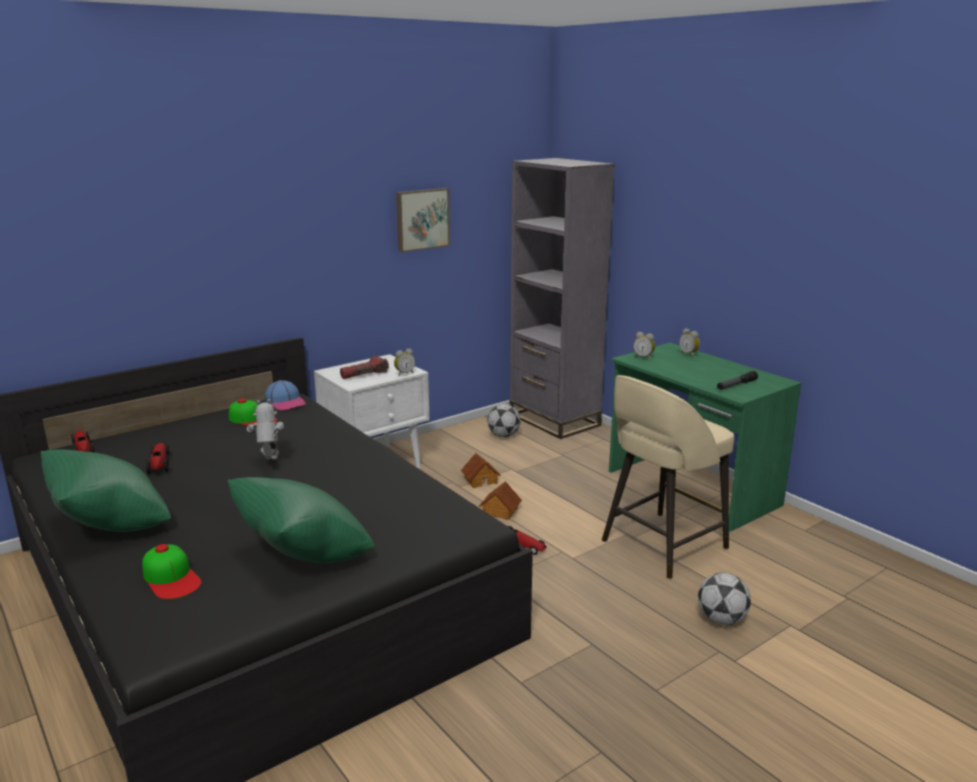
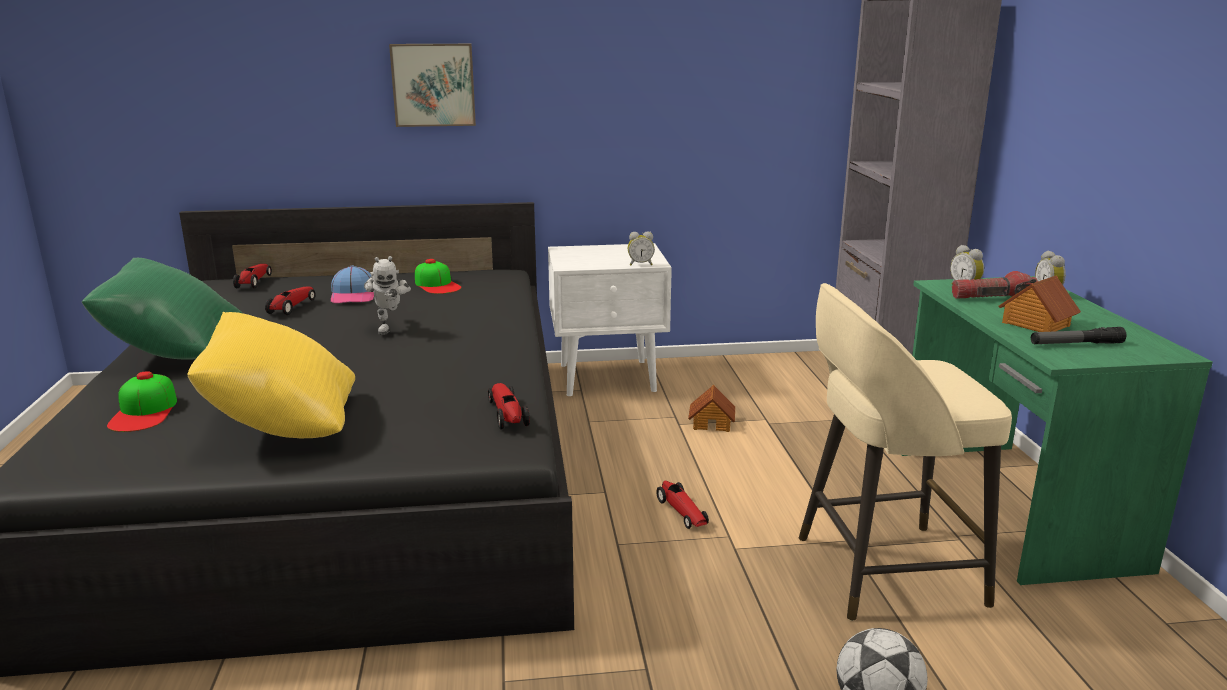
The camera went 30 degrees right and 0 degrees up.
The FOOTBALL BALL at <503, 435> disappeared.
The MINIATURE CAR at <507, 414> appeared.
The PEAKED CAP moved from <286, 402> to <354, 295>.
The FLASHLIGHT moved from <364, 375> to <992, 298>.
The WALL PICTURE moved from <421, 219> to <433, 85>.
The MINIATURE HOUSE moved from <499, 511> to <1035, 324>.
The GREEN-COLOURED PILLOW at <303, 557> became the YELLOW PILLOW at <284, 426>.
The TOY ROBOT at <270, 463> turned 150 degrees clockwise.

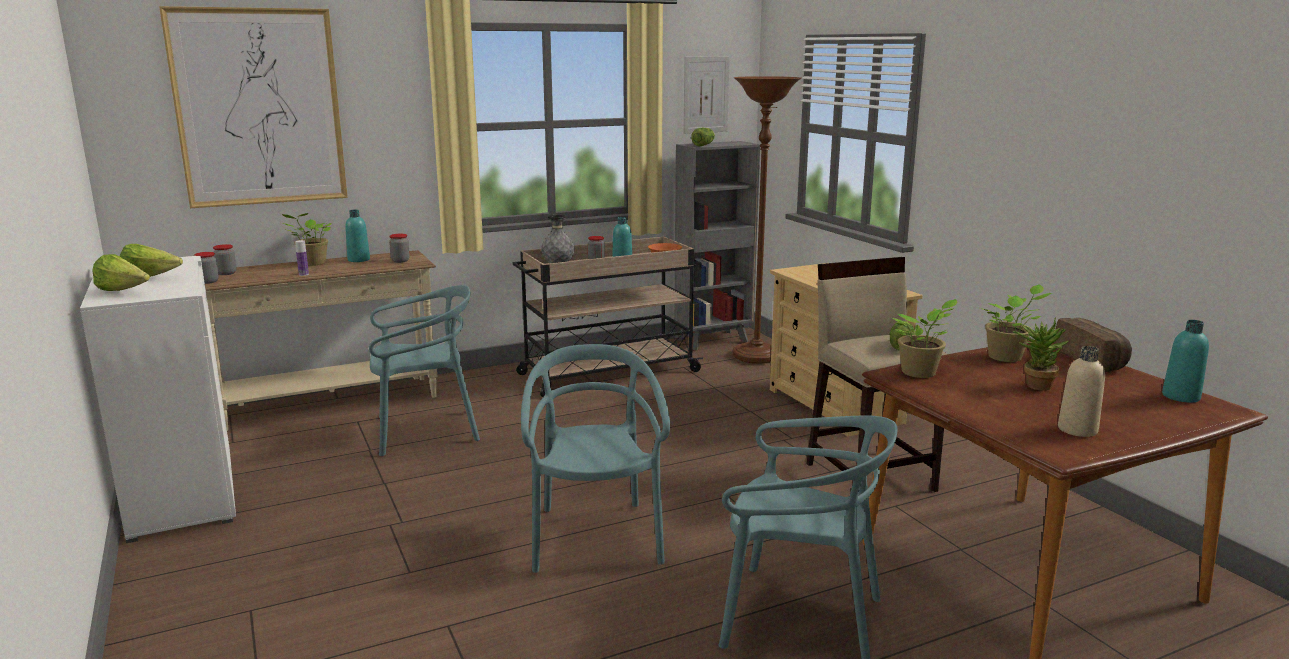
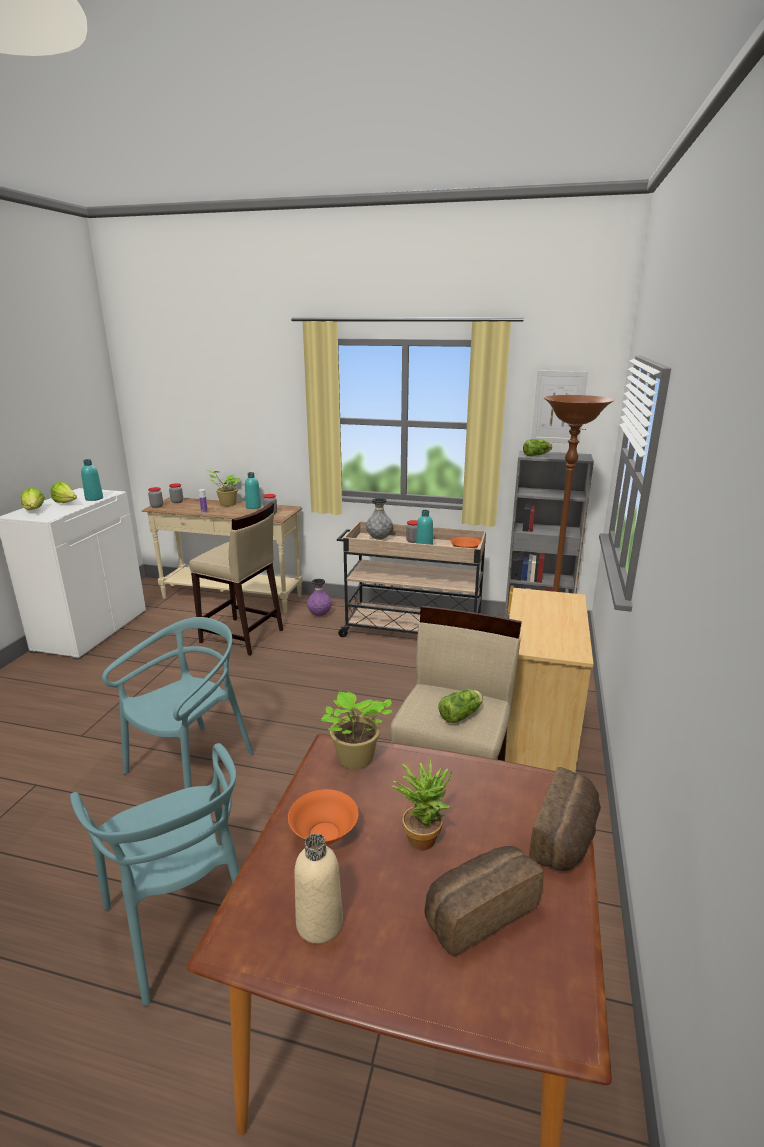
The camera went 40 degrees right and 5 degrees up.
The WALL PICTURE at <259, 108> disappeared.
The POTTED PLANT at <1007, 358> disappeared.
The ORANGE-COLOURED DEEP DISH at <325, 834> appeared.
The PURPLE-COLOURED DECORATIVE VASE at <320, 615> appeared.
The BAKERY BREAD at <478, 910> appeared.
The BLUE-GREEN BOTTLE moved from <1181, 396> to <94, 498>.
The BLUE-GREEN PLAIN CHAIR at <426, 431> was replaced by the BEIGE SITTING STOOL at <242, 636>.

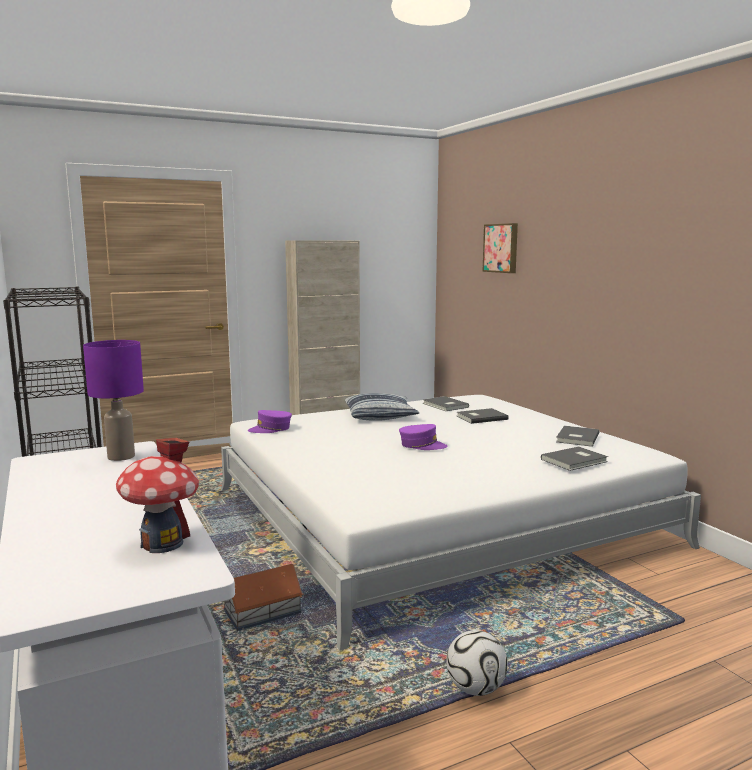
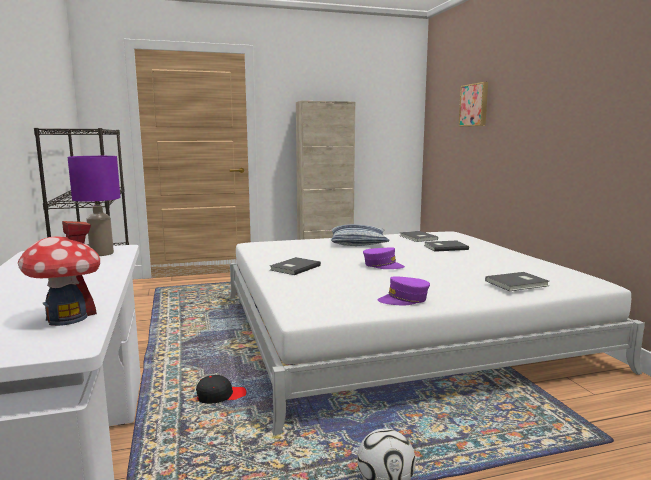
The camera went 10 degrees right and 0 degrees up.
The PURPLE-COLOURED PEAKED CAP moved from <270, 429> to <404, 300>.
The GRAY BOOK moved from <576, 438> to <294, 268>.
The MINIATURE HOUSE at <261, 612> was replaced by the BLACK PEAKED CAP at <221, 396>.

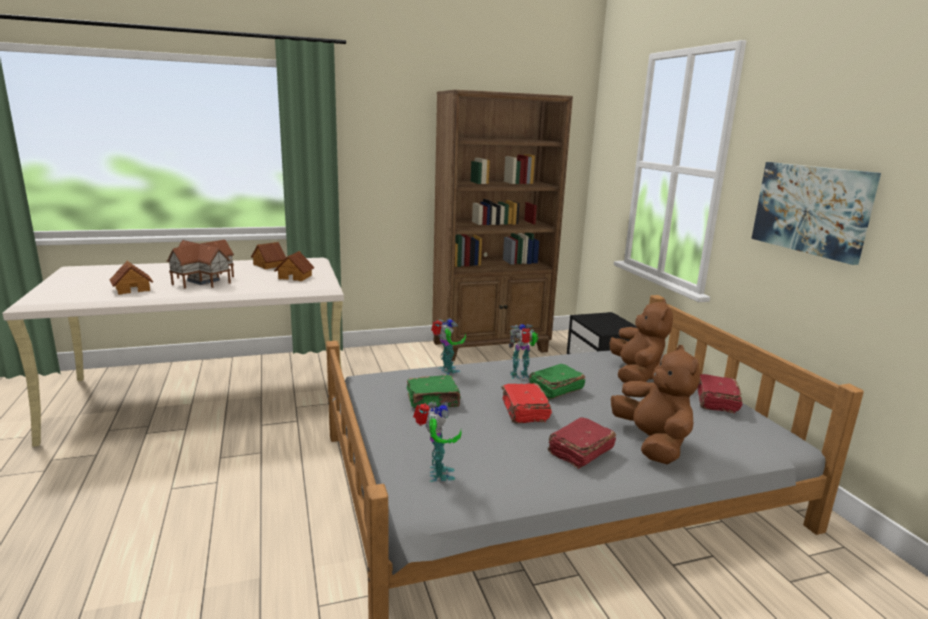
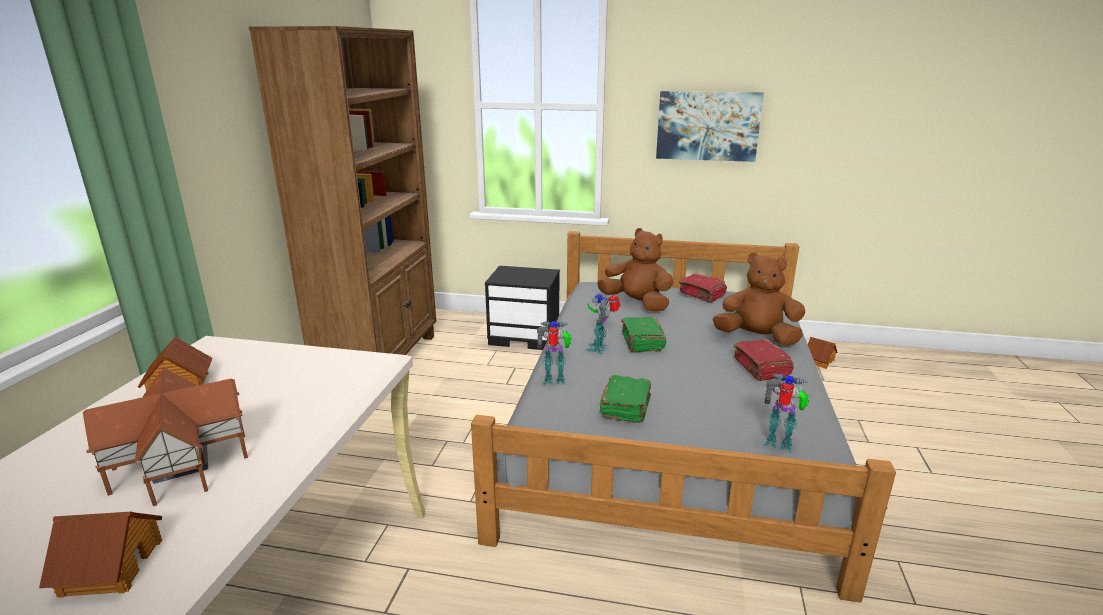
The camera went 60 degrees left and 5 degrees up.
The RED BOOK at <524, 412> disappeared.
The MINIATURE HOUSE moved from <295, 277> to <818, 361>.

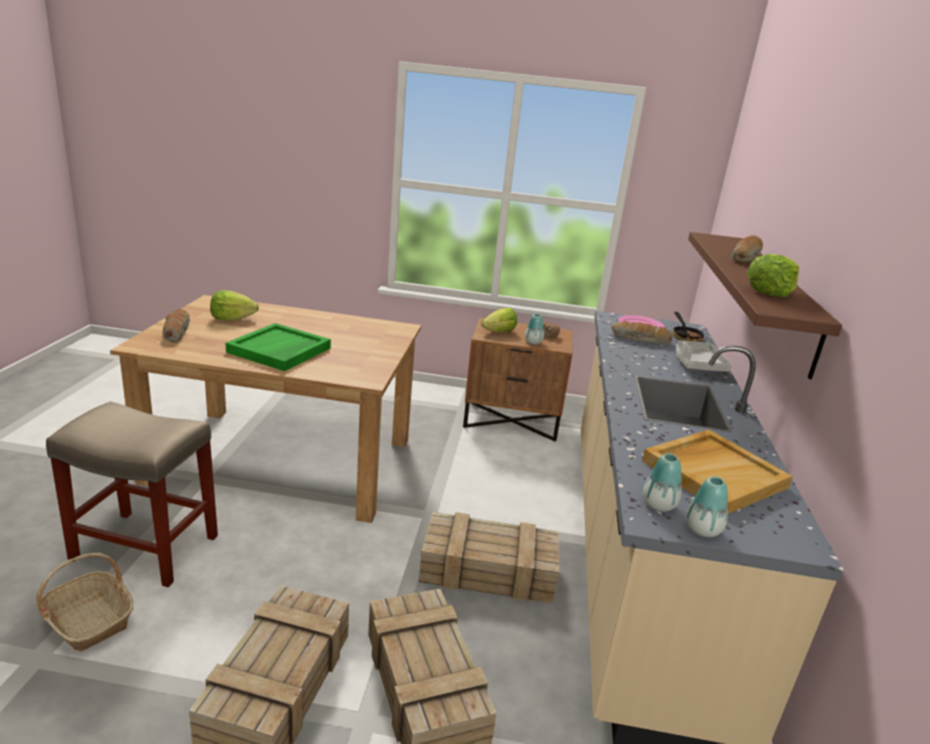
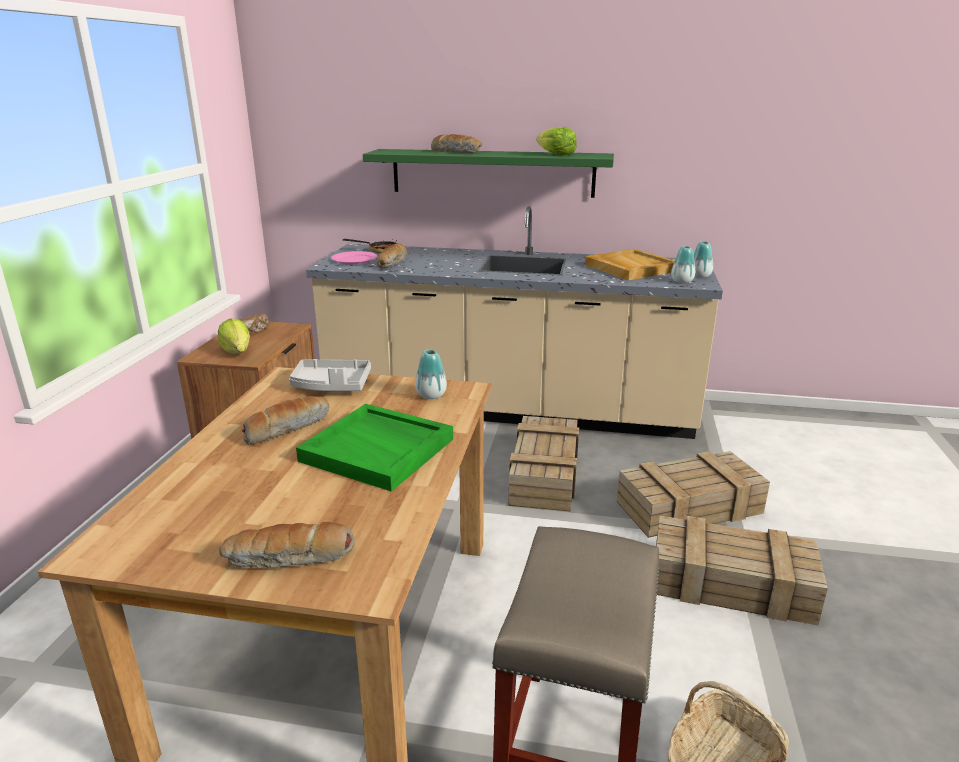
The camera went 85 degrees left and 0 degrees up.
The HEAD OF LETTUCE at <232, 318> disappeared.
The BAKERY BREAD at <287, 428> appeared.
The DECORATIVE VASE moved from <533, 342> to <431, 395>.
The GRAY SERVING TRAY moved from <697, 364> to <331, 386>.
The BROWNISH BRACKET SHELF at <775, 299> became the GREEN-COLOURED BRACKET SHELF at <492, 173>.

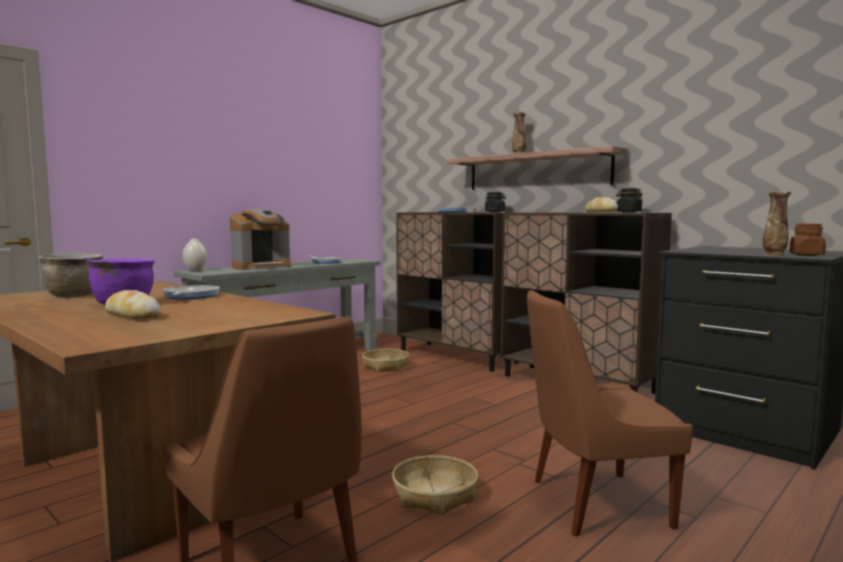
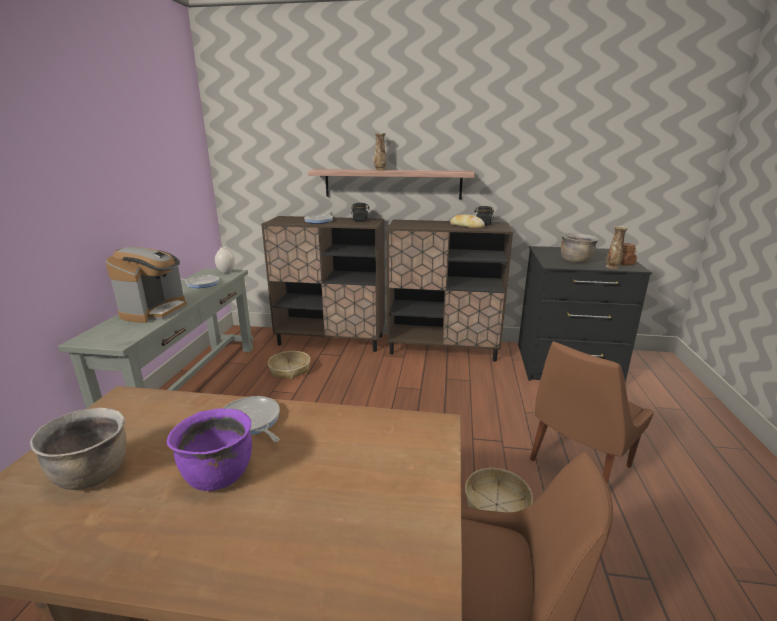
The camera went 35 degrees left and 15 degrees up.
The BAKERY BREAD at <132, 315> disappeared.
The BROWNISH STOCKPOT at <575, 261> appeared.
The WHITISH DECORATIVE VASE moved from <195, 270> to <226, 272>.

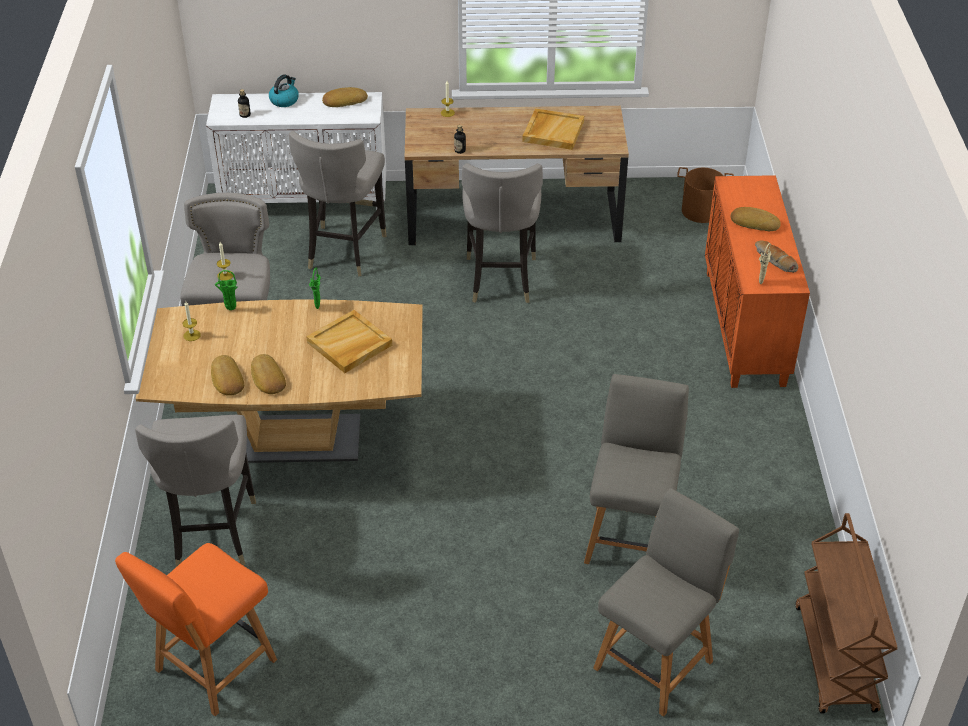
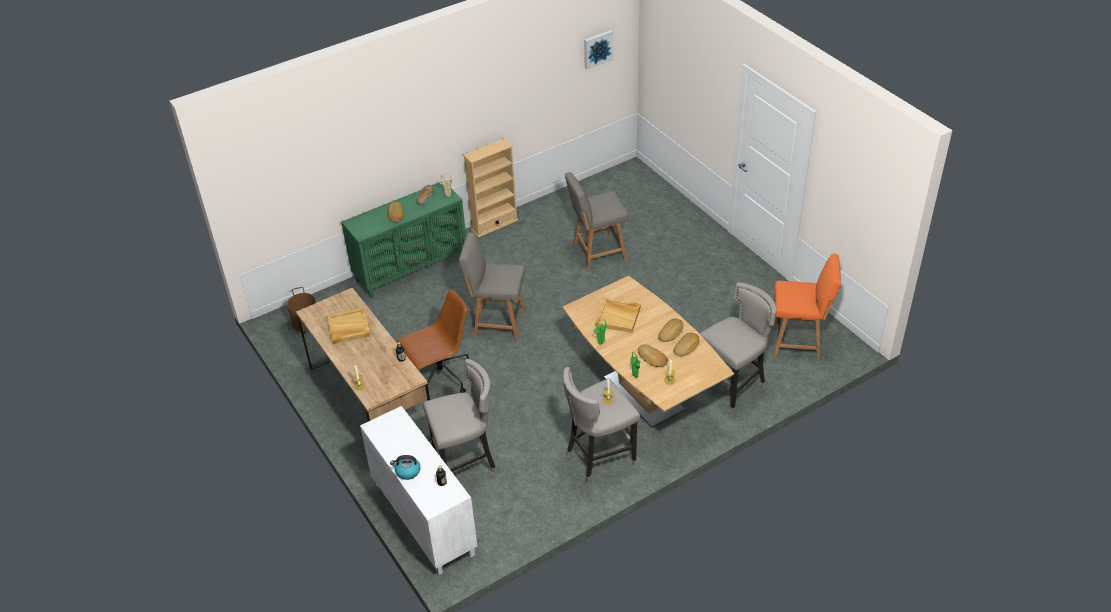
The camera went 120 degrees left and 0 degrees up.
The BROWNISH WHEELED CART at <835, 659> disappeared.
The BEIGE SHELVING UNIT at <494, 225> appeared.
The WALL PICTURE at <597, 49> appeared.
The BAKERY BREAD moved from <344, 100> to <652, 358>.
The GRAY PLAIN CHAIR moved from <656, 662> to <497, 322>.
The GRAY SITTING STOOL at <500, 280> was replaced by the BROWNISH DESK CHAIR at <440, 378>.
The ORANGE-COLOURED STORAGE CABINET at <745, 328> became the GREEN-COLOURED STORAGE CABINET at <411, 268>.

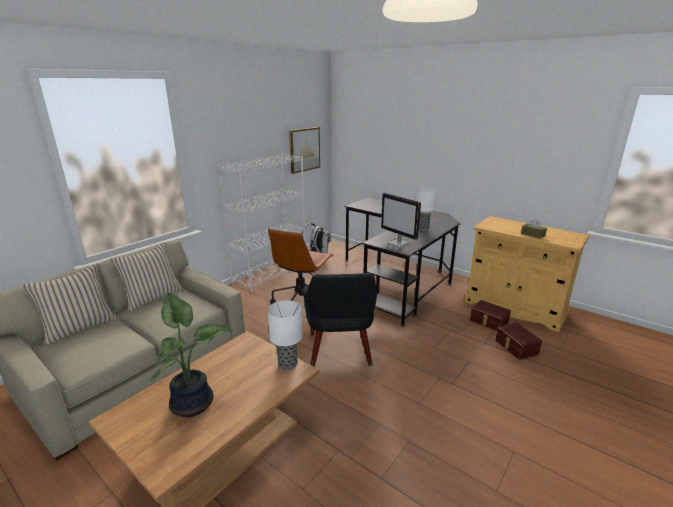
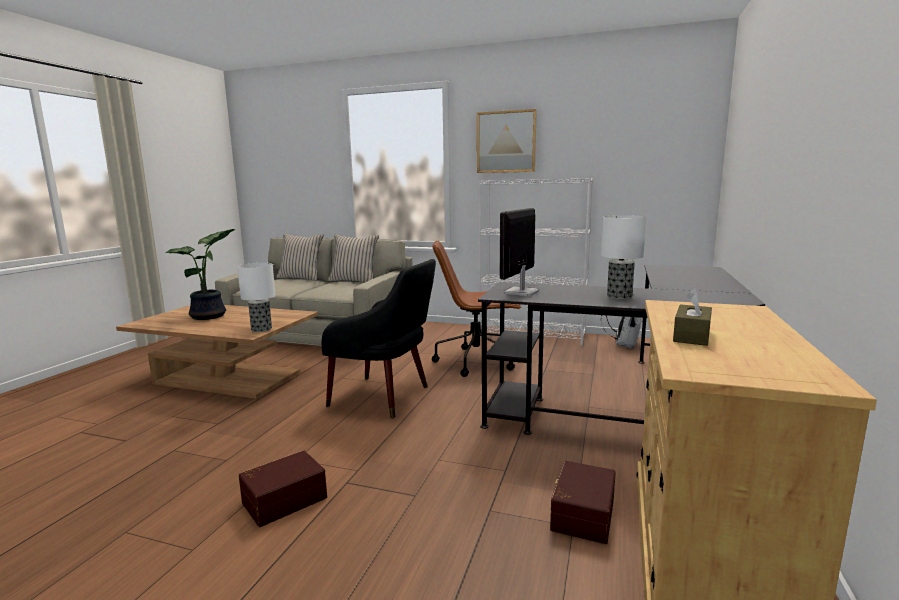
The camera went 70 degrees right and 10 degrees down.
The WALL PICTURE moved from <304, 149> to <506, 142>.
The BROWNISH STORAGE CONTAINER moved from <515, 347> to <283, 499>.
The BLACK ARMCHAIR at <339, 352> turned 135 degrees counterclockwise.

